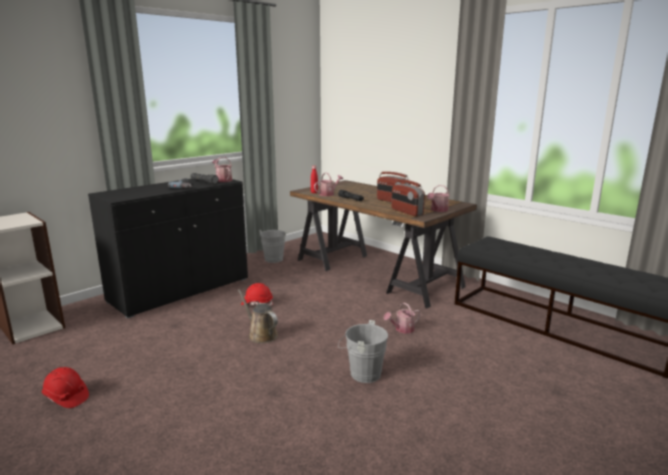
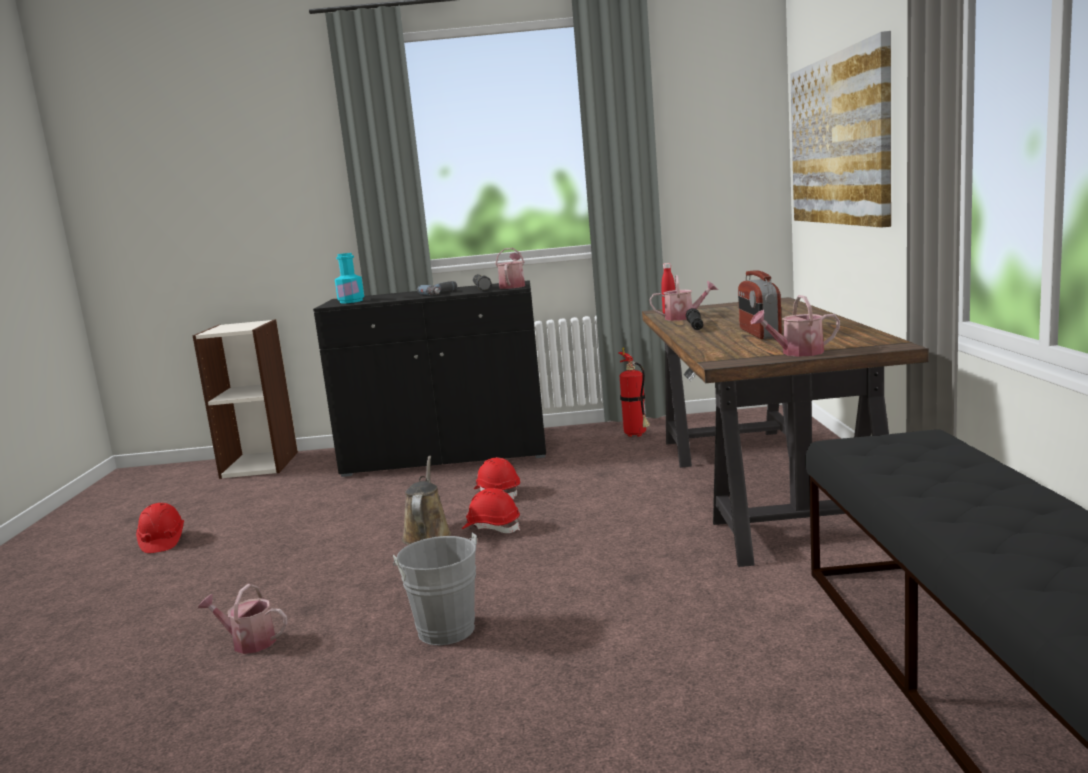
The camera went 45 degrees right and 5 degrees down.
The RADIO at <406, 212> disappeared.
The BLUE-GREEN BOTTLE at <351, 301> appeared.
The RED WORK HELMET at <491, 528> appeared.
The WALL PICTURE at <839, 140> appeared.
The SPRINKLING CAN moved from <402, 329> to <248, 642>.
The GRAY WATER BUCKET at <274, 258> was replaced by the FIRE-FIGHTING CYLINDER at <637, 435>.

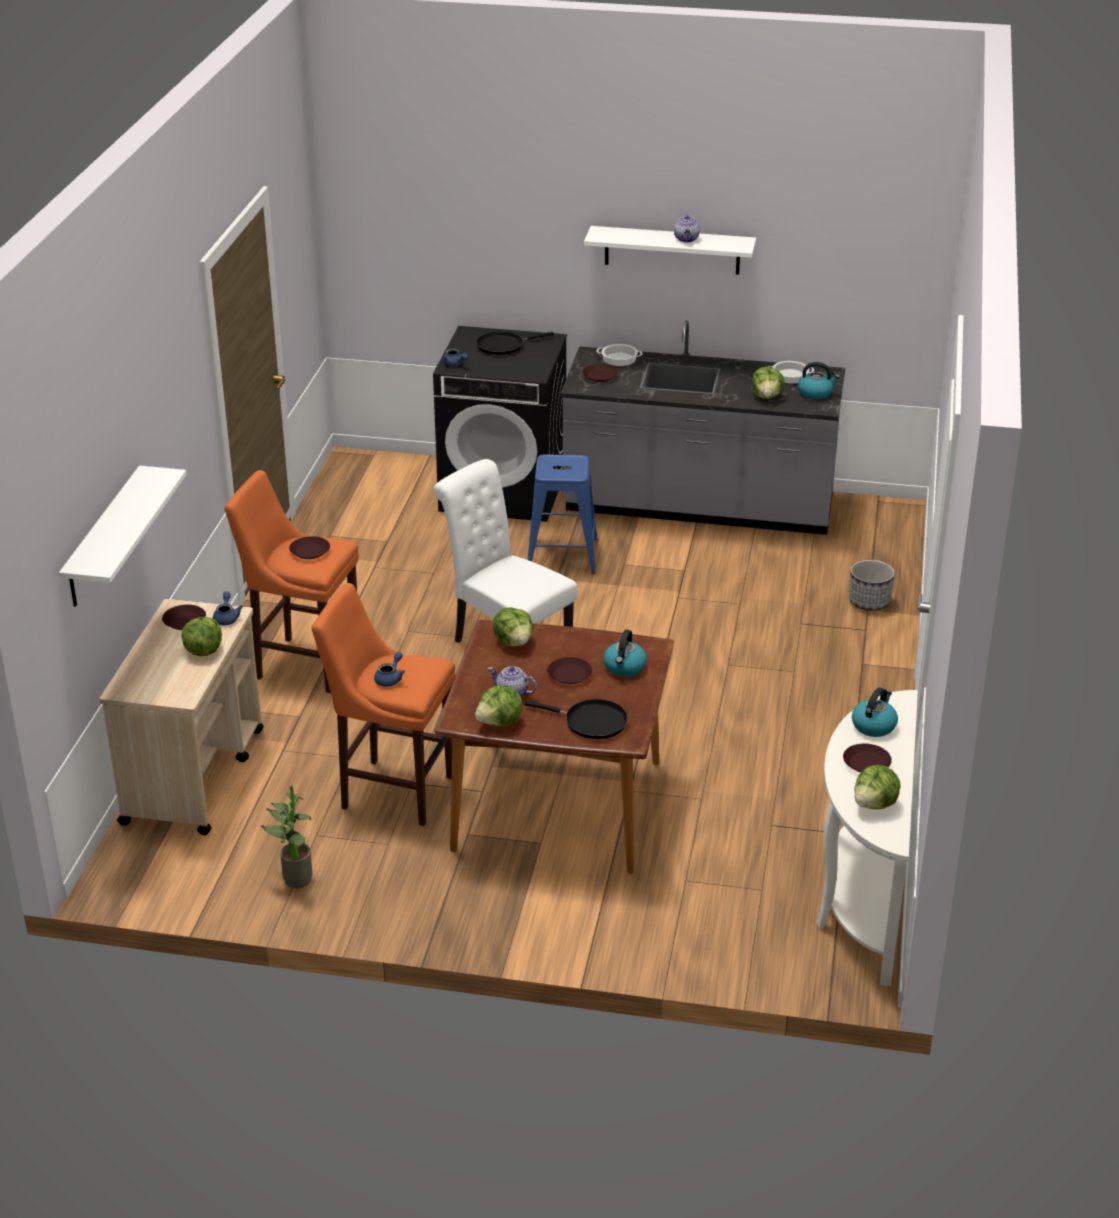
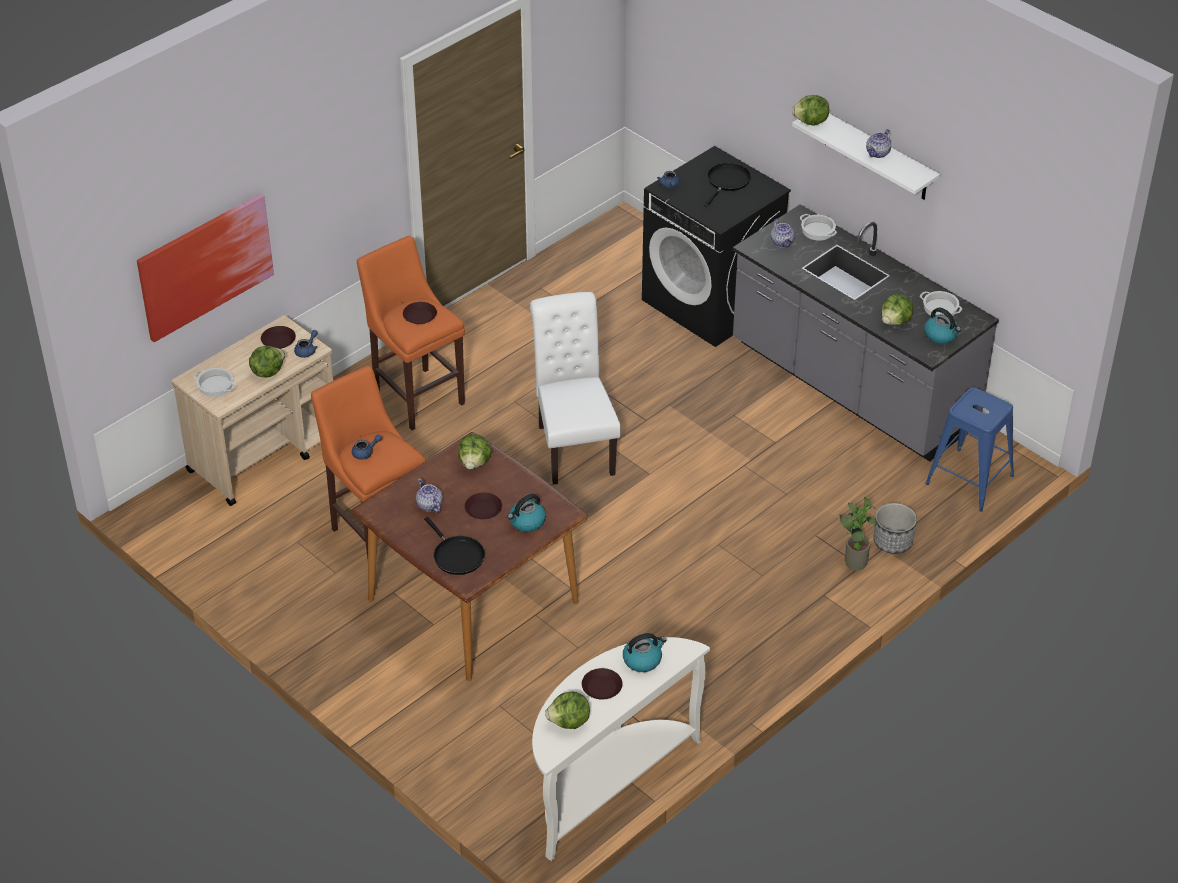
The camera went 35 degrees right and 10 degrees up.
The STOCKPOT at <215, 386> appeared.
The POTTED PLANT moved from <293, 879> to <853, 561>.
The HEAD OF LETTUCE moved from <500, 723> to <810, 122>.
The BLUISH SITTING STOOL moved from <562, 555> to <970, 479>.
The WHITISH BRACKET SHELF at <103, 538> was replaced by the WALL PICTURE at <205, 266>.
The BROWNISH PLATE at <599, 376> was replaced by the POT FOR TEA at <782, 242>.
The BLACK PAN at <503, 346> turned 105 degrees clockwise.

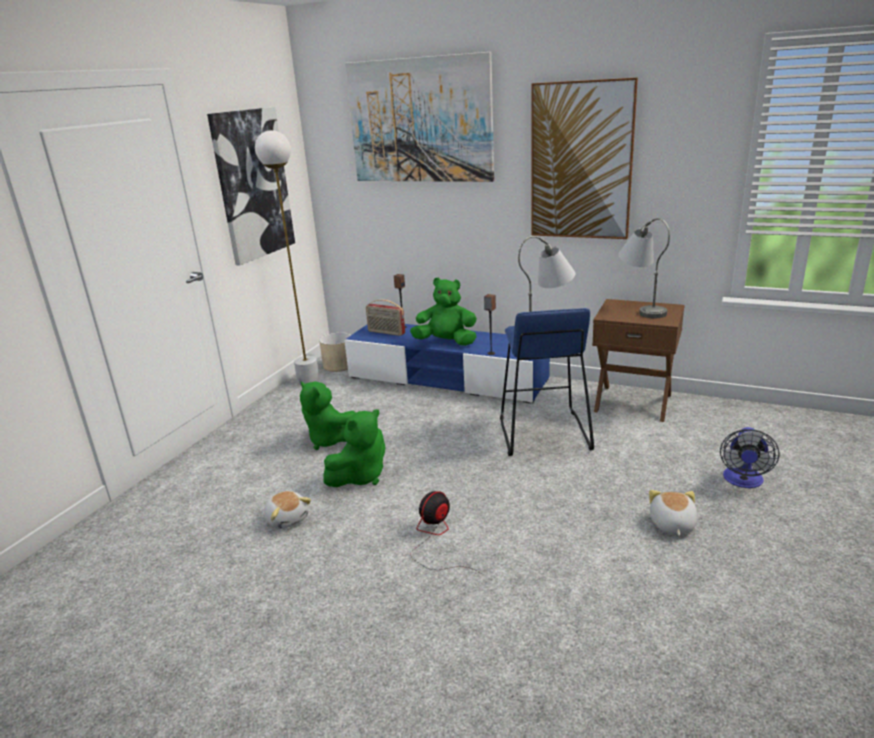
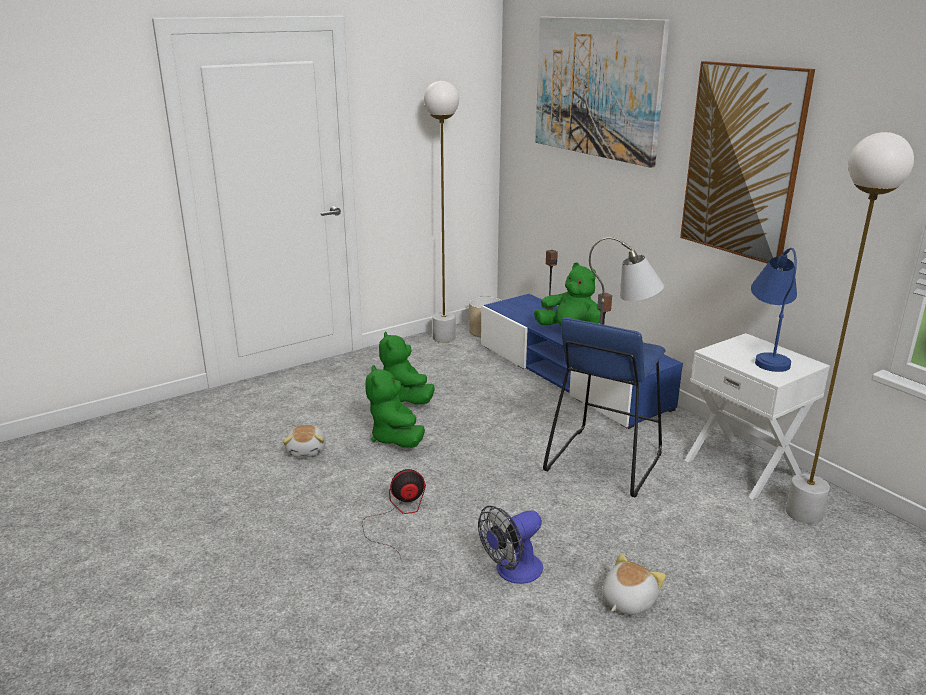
The camera went 30 degrees right and 0 degrees up.
The WALL PICTURE at <252, 185> disappeared.
The RADIO at <386, 332> disappeared.
The WHITISH STANDING LAMP at <803, 513> appeared.
The FAN moved from <743, 481> to <512, 571>.
The BROWNISH BEDSIDE TABLE at <633, 402> became the WHITISH BEDSIDE TABLE at <743, 466>.
The GRAY TABLE LAMP at <641, 308> became the BLUISH TABLE LAMP at <767, 355>.
The GREEN-COLOURED CUDDLY TOY at <360, 476> turned 90 degrees clockwise.

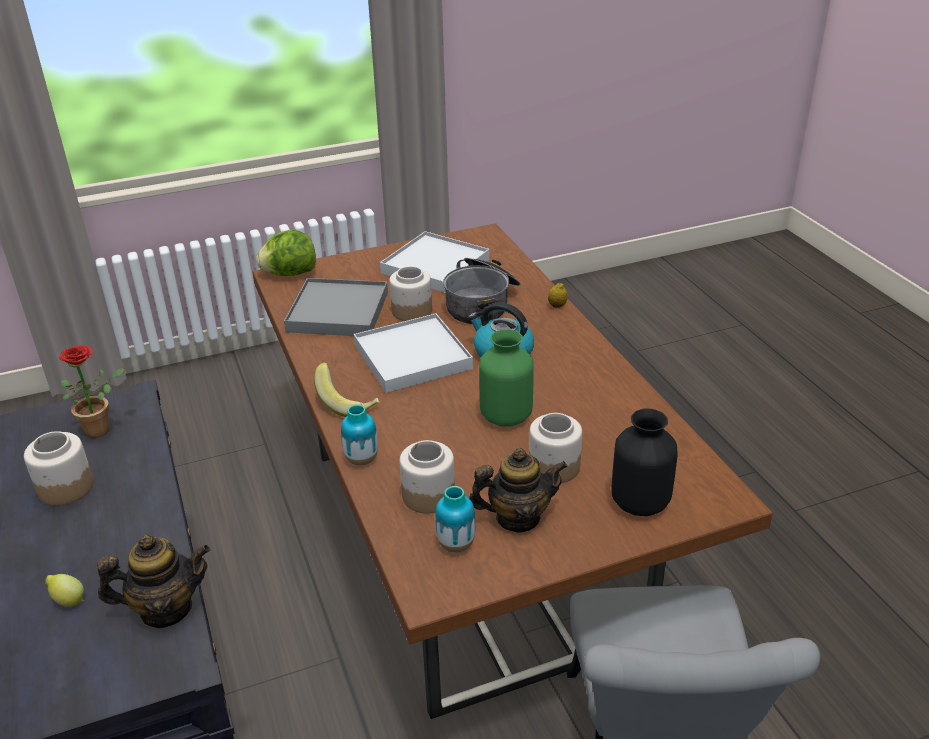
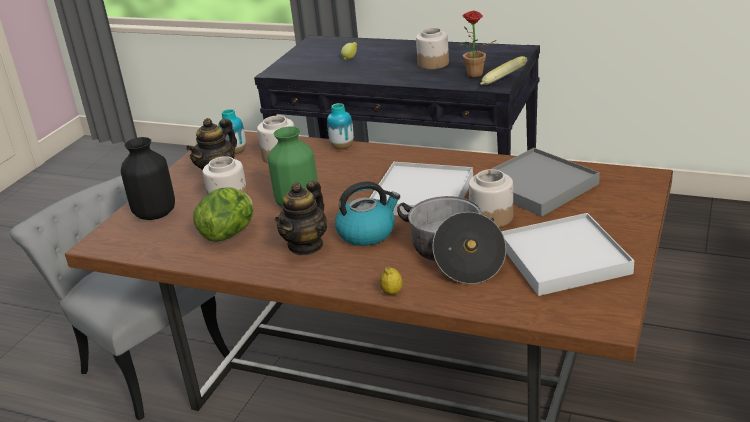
The camera went 135 degrees right and 5 degrees down.
The POT FOR TEA moved from <166, 609> to <306, 245>.
The HEAD OF LETTUCE moved from <290, 274> to <229, 233>.
The BANANA moved from <348, 403> to <502, 84>.

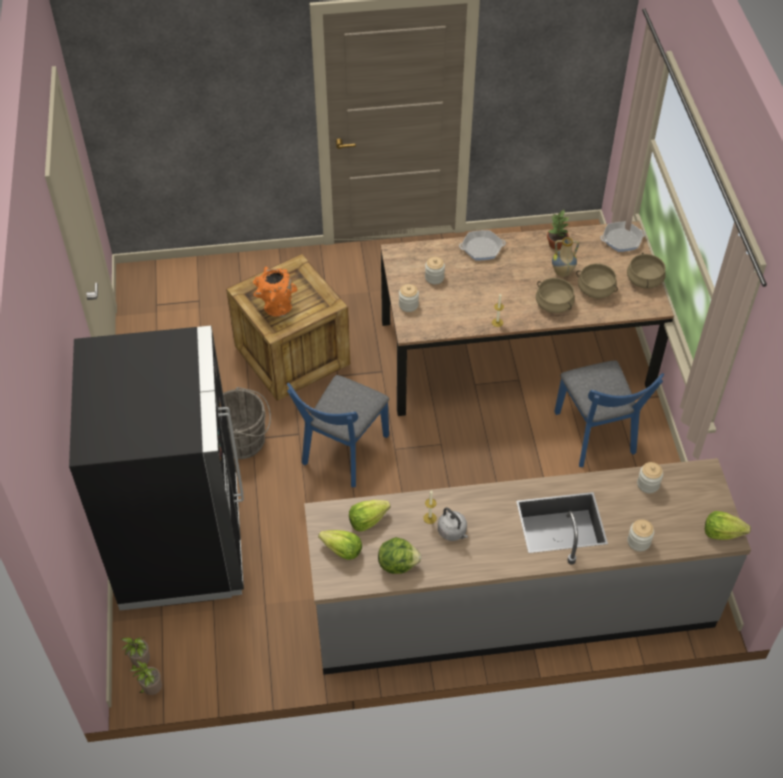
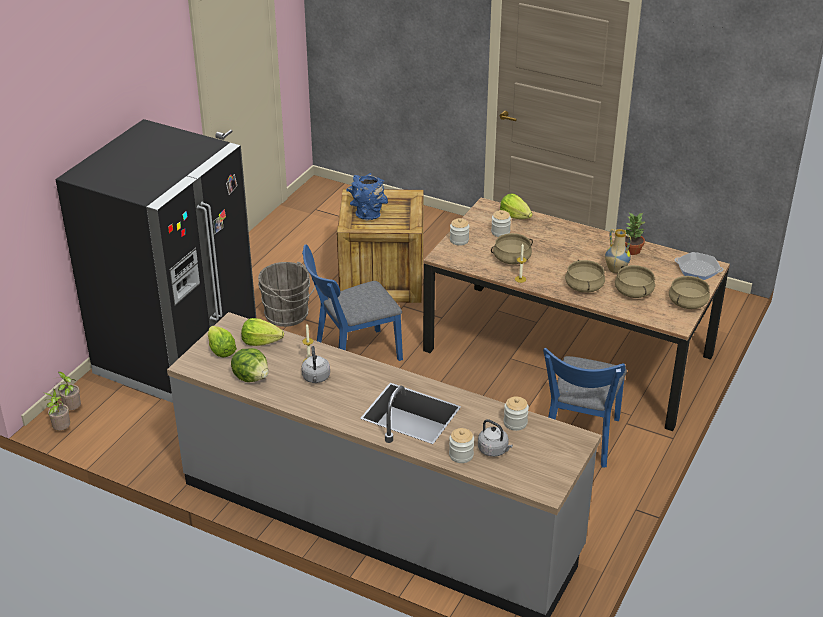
The camera went 35 degrees right and 15 degrees down.
The PAN at <482, 248> disappeared.
The GRAY KETTLE at <494, 450> appeared.
The BEIGE STOCKPOT at <512, 259> appeared.
The HEAD OF LETTUCE moved from <722, 533> to <515, 216>.
The ORANGE-COLOURED DECORATIVE VASE at <275, 307> became the BLUISH DECORATIVE VASE at <367, 214>.

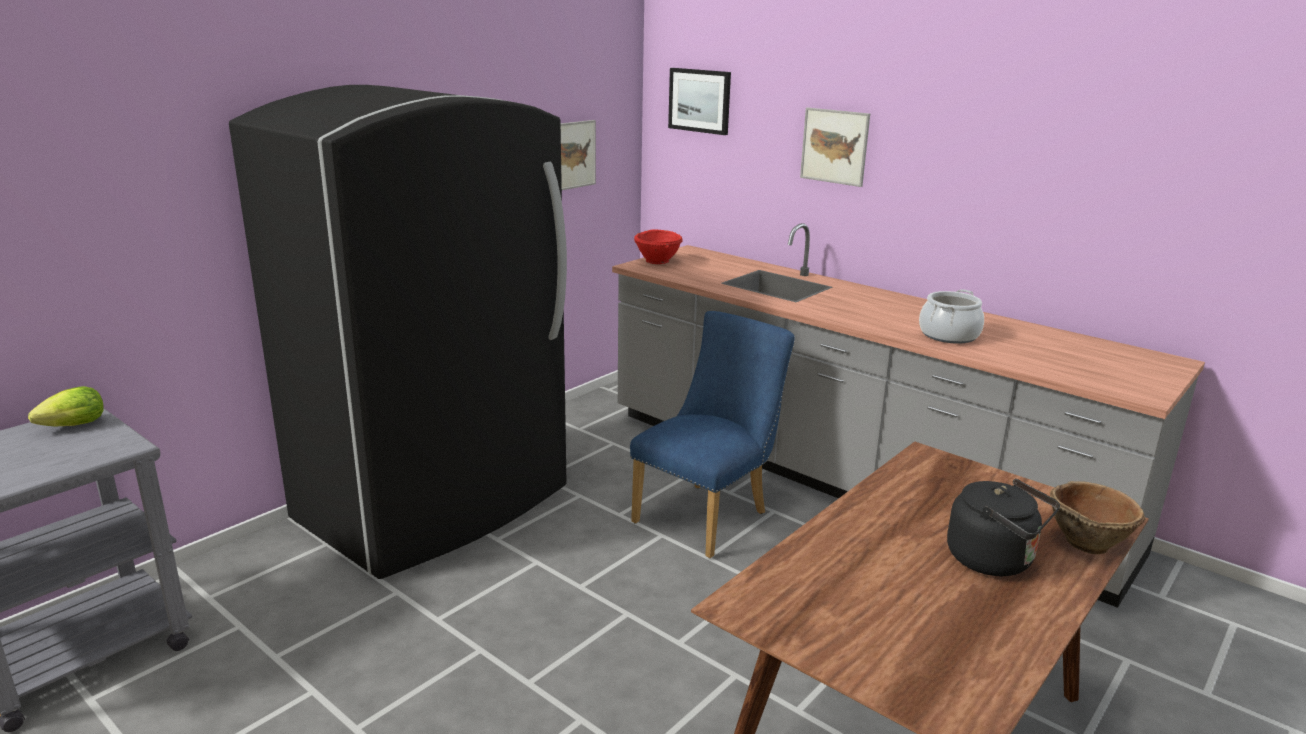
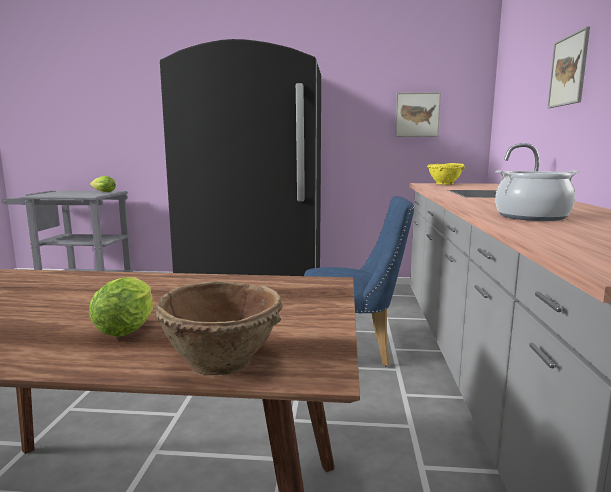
The camera went 55 degrees right and 10 degrees down.
The WALL PICTURE at <700, 100> disappeared.
The BLACK KETTLE at <995, 561> was replaced by the HEAD OF LETTUCE at <129, 327>.
The RED DEEP DISH at <658, 261> became the YELLOW DEEP DISH at <444, 184>.

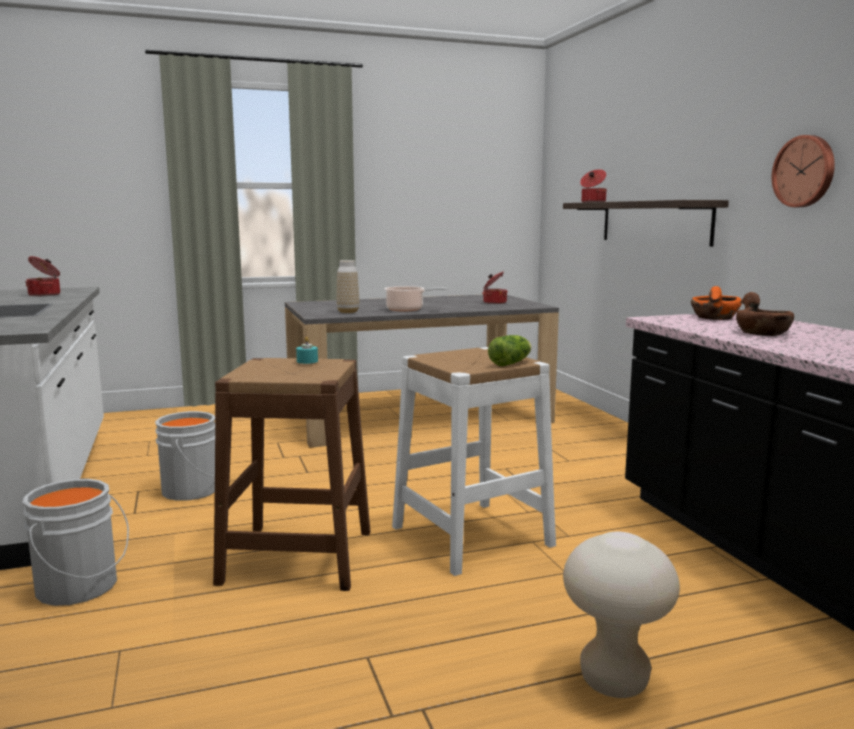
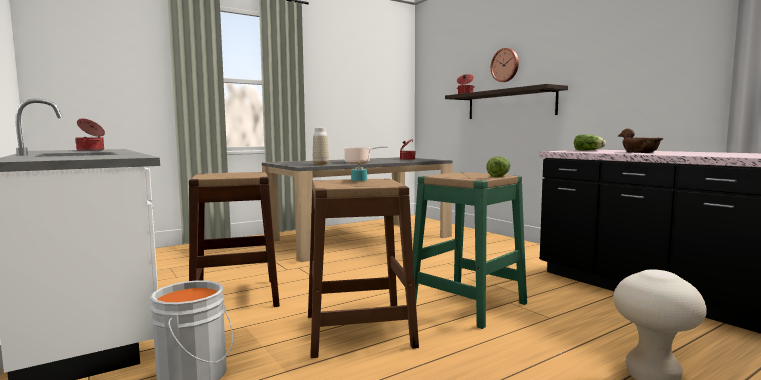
The camera went 15 degrees left and 5 degrees down.
The CLOCK ON THE WALL moved from <805, 171> to <505, 65>.
The GRAY WATER BUCKET at <193, 490> was replaced by the BROWNISH SITTING STOOL at <236, 296>.
The ORANGE-COLOURED DEEP DISH at <714, 317> was replaced by the HEAD OF LETTUCE at <589, 150>.
The WHITISH SITTING STOOL at <471, 536> became the GREEN-COLOURED SITTING STOOL at <467, 303>.

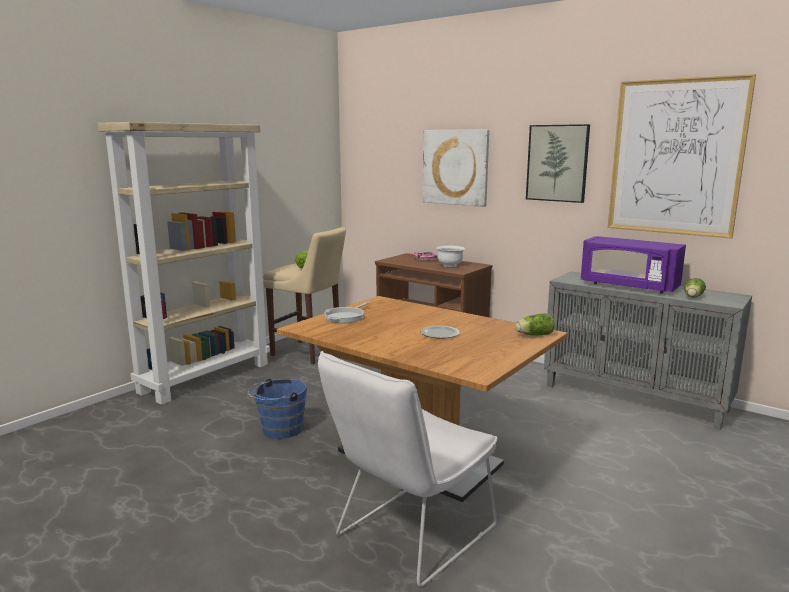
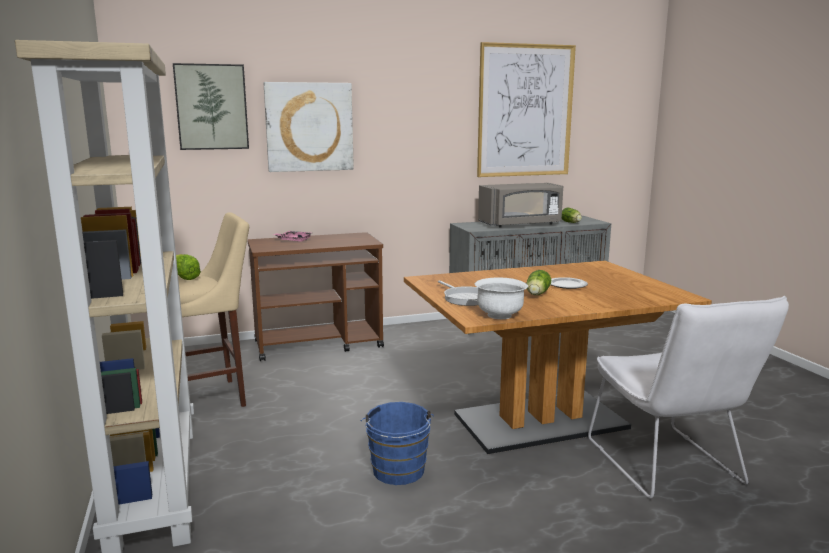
The camera went 55 degrees left and 0 degrees up.
The WHITISH DEEP DISH moved from <450, 265> to <500, 315>.
The HEAD OF LETTUCE moved from <533, 335> to <536, 294>.
The WALL PICTURE moved from <557, 163> to <211, 107>.
The PURPLE-COLOURED MICROWAVE OVEN at <628, 286> became the GRAY MICROWAVE OVEN at <520, 224>.

